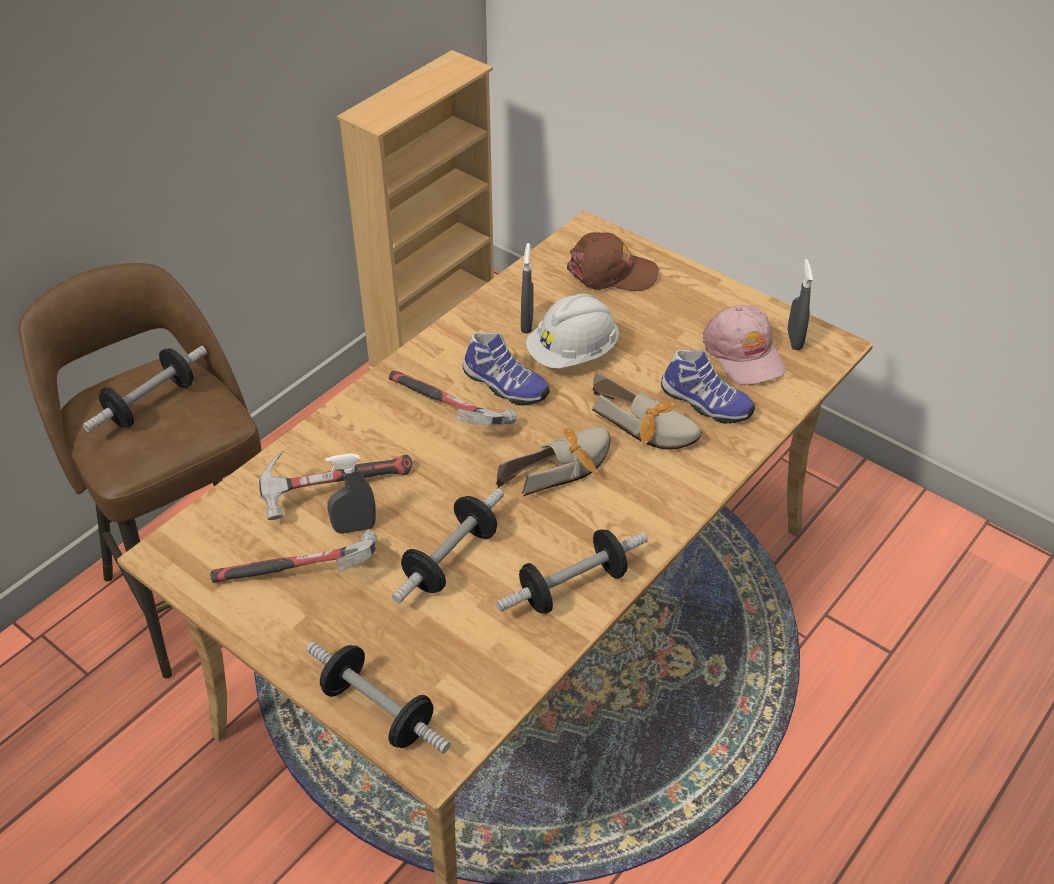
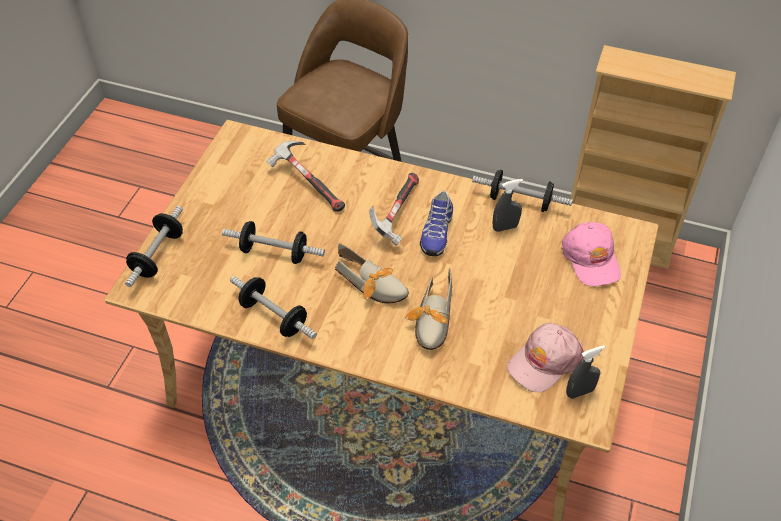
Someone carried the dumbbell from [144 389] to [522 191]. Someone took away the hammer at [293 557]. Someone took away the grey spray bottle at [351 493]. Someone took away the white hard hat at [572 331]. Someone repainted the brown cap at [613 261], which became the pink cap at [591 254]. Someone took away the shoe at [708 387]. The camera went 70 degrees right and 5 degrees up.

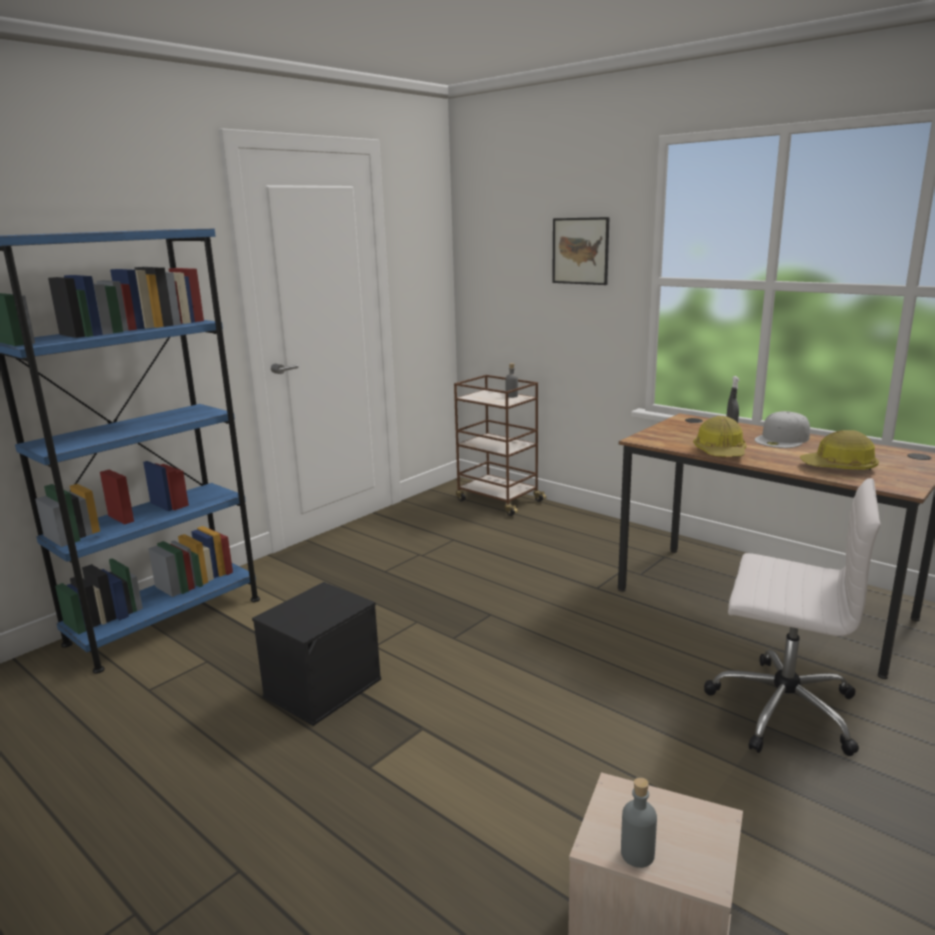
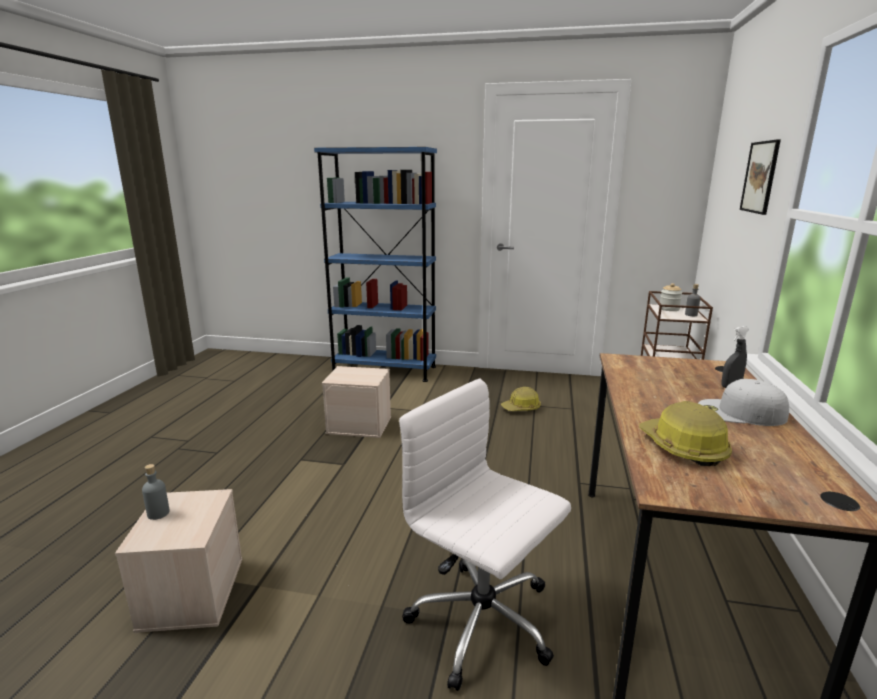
Someone repainted the black storage box at [316 654], which became the beige storage box at [356 402]. Someone carried the hard hat from [719 436] to [521 399]. Someone rotated the white office chair at [792 617] by 135 degrees clockwise. Someone put down the jar at [671 297]. The camera went 60 degrees right and 0 degrees up.

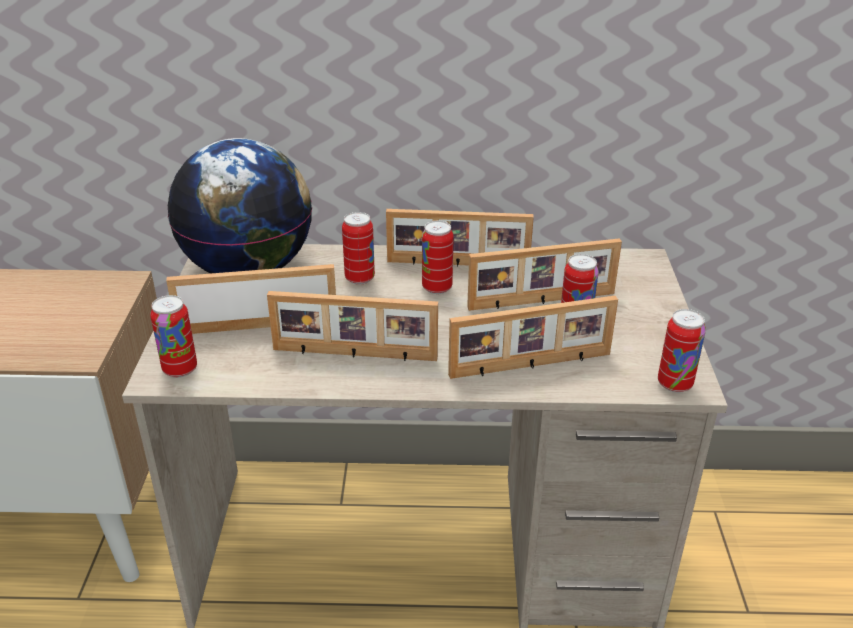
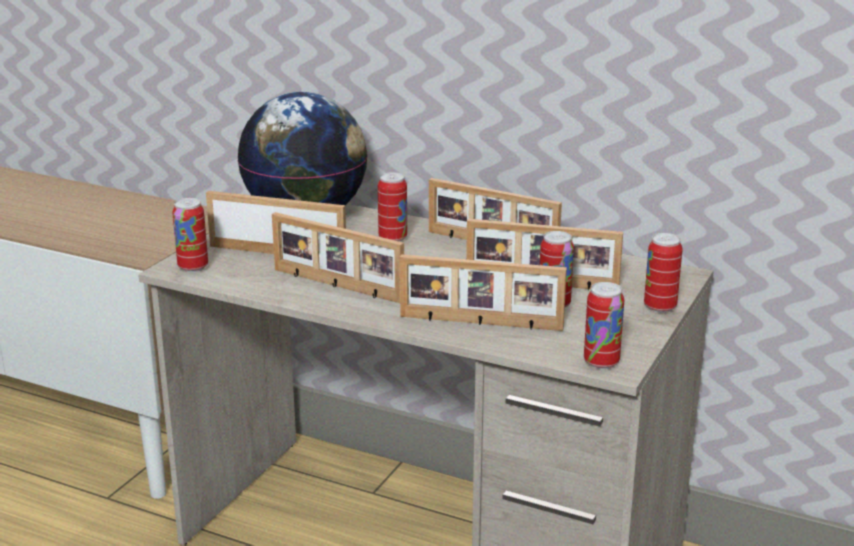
Someone carried the can from [438 257] to [663 273]. The camera went 25 degrees right and 10 degrees down.

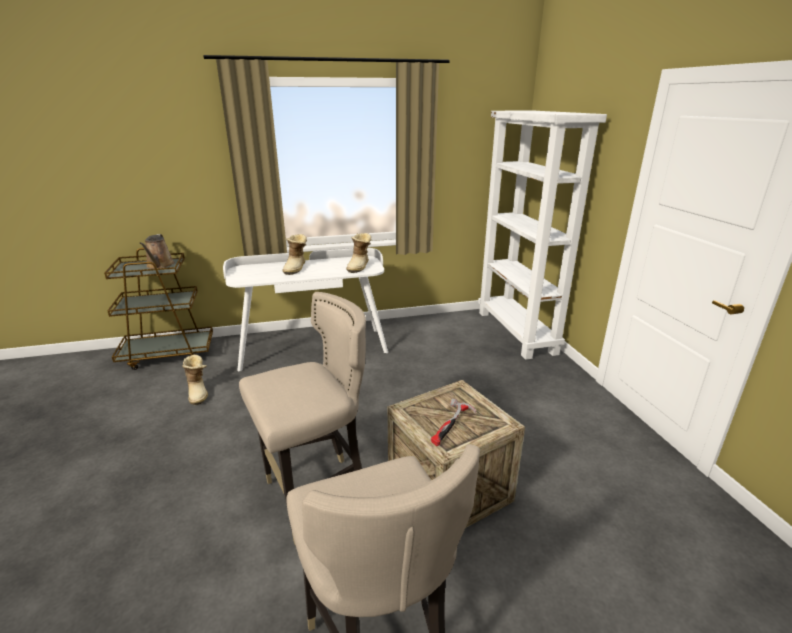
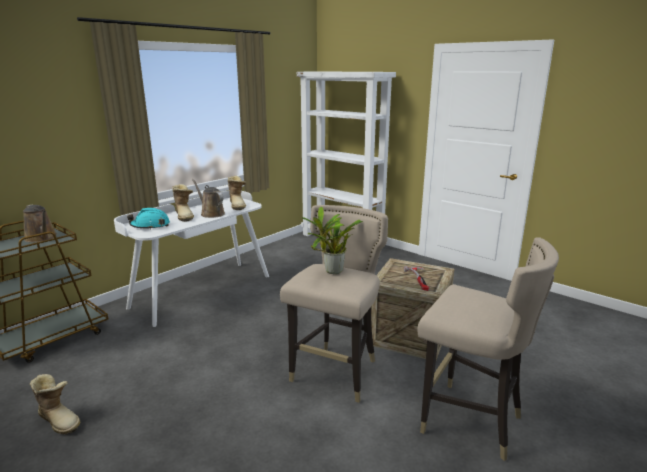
Someone carried the boot from [195 379] to [54 404]. Someone put down the turquoise hard hat at [148 219]. Someone put down the brown watering can at [208 198]. Someone put down the potted plant at [332 240]. The camera went 35 degrees left and 5 degrees down.

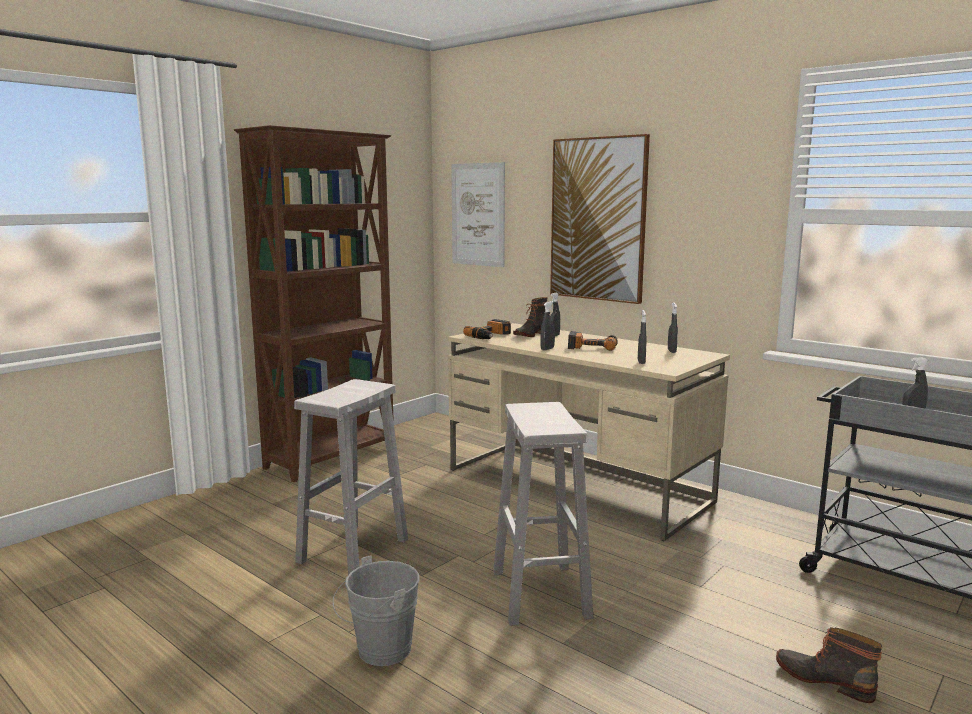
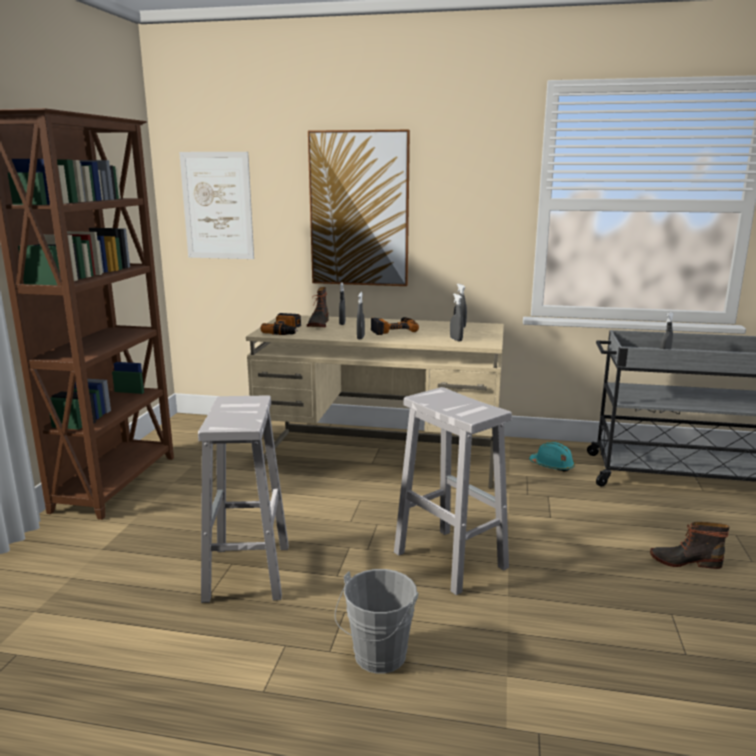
Someone put down the turquoise hard hat at [552 456]. The camera went 30 degrees left and 5 degrees up.

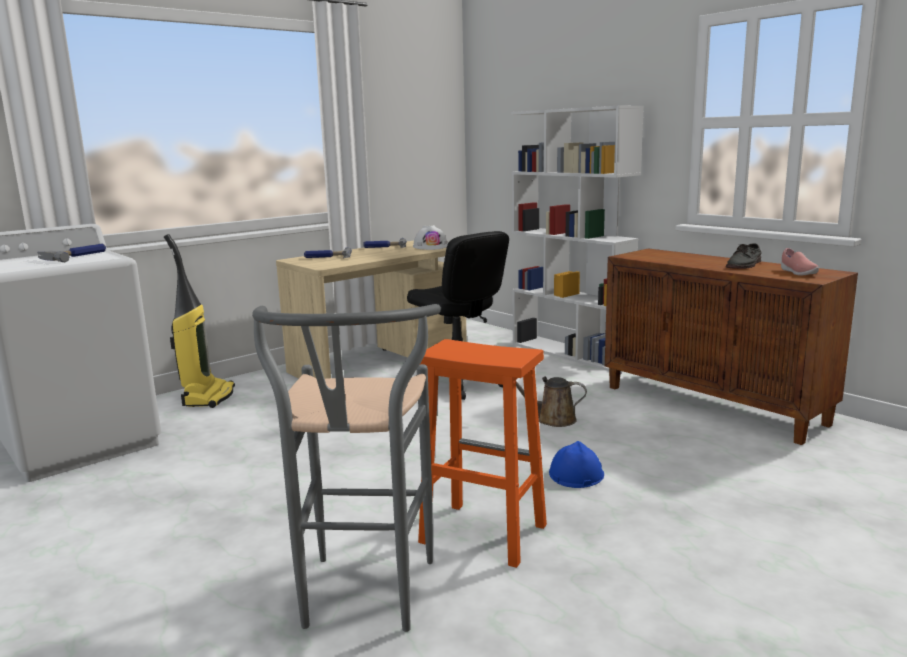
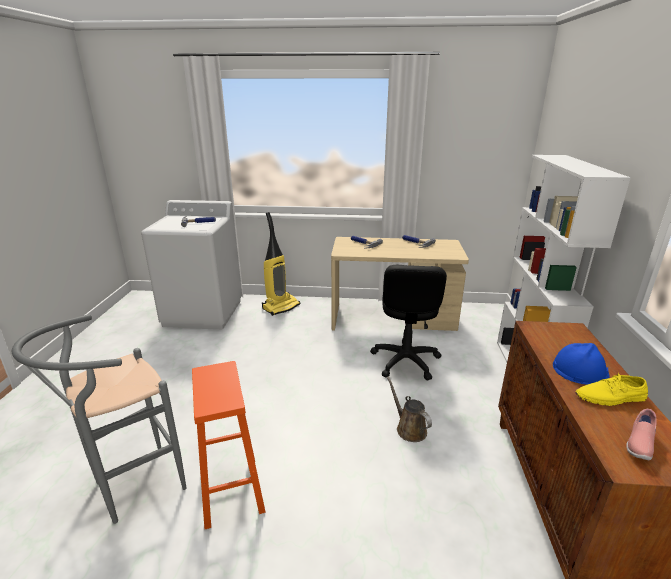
Someone took away the white hard hat at [430 237]. Someone carried the blue hard hat from [576 464] to [581 364]. Someone repainted the grey shoe at [743 256], which became the yellow shoe at [611 389]. The camera went 45 degrees right and 10 degrees up.

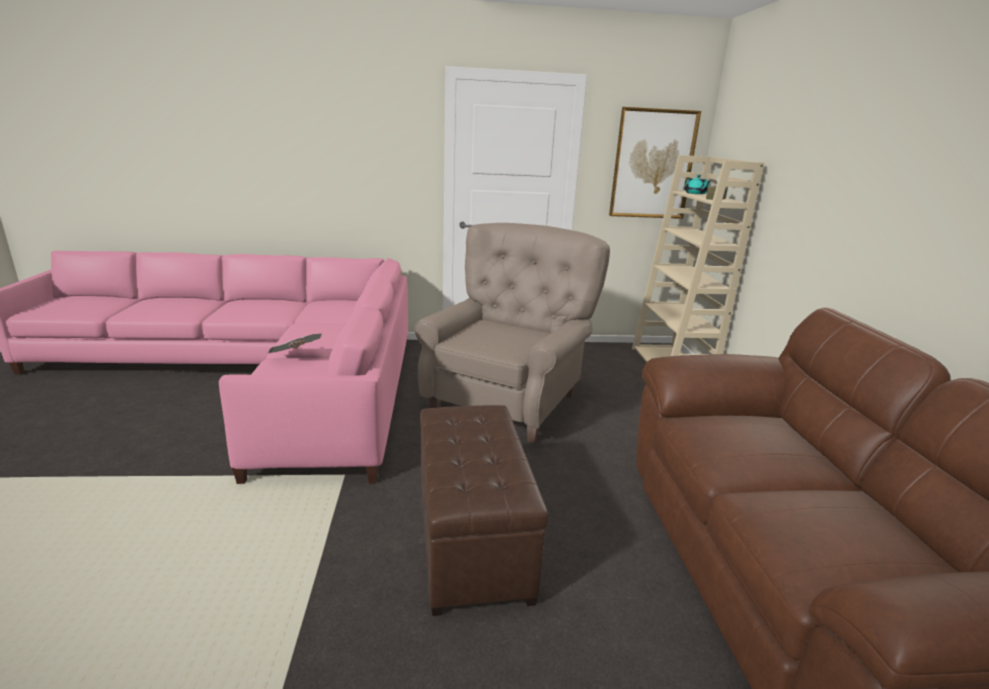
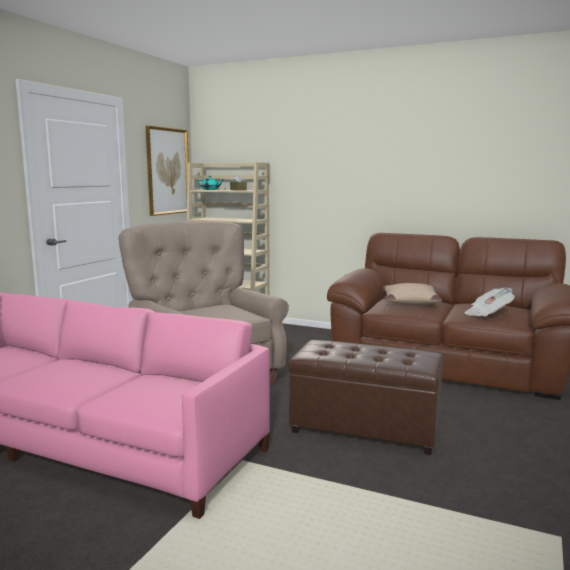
Someone carried the newspaper from [295 343] to [489 302]. Someone put down the beige pillow at [412 294]. The camera went 60 degrees left and 10 degrees down.

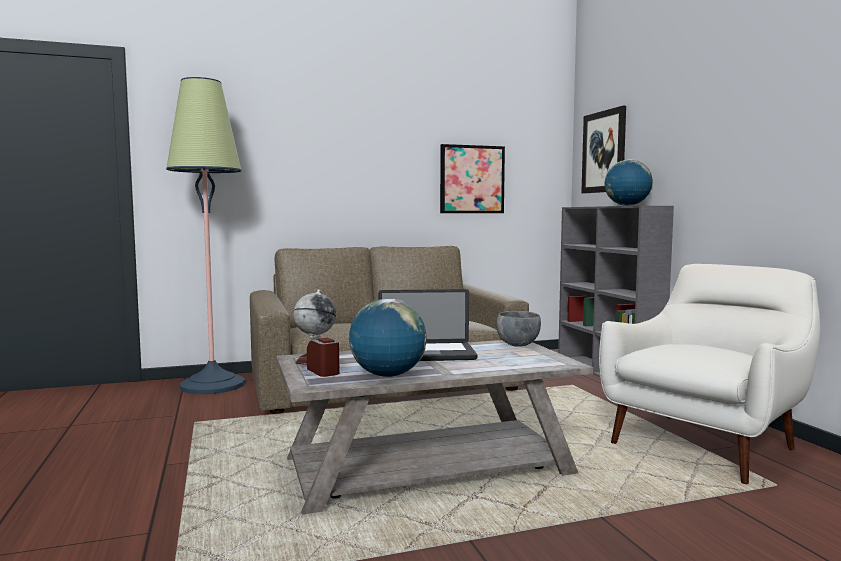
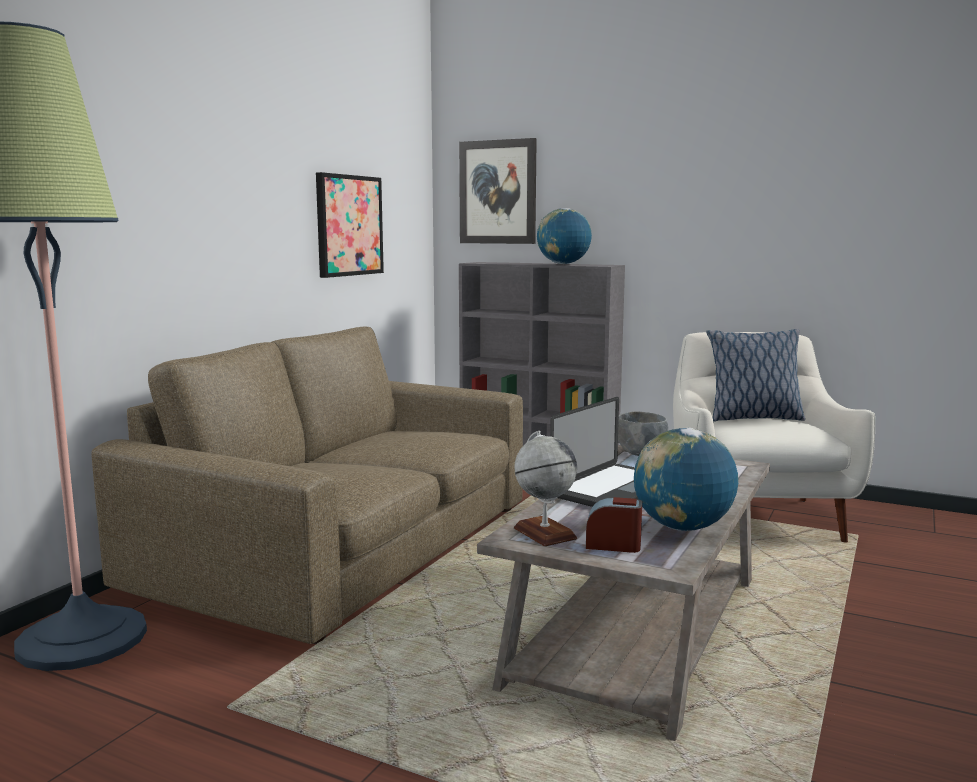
Someone put down the pillow at [755 375]. The camera went 45 degrees left and 5 degrees up.

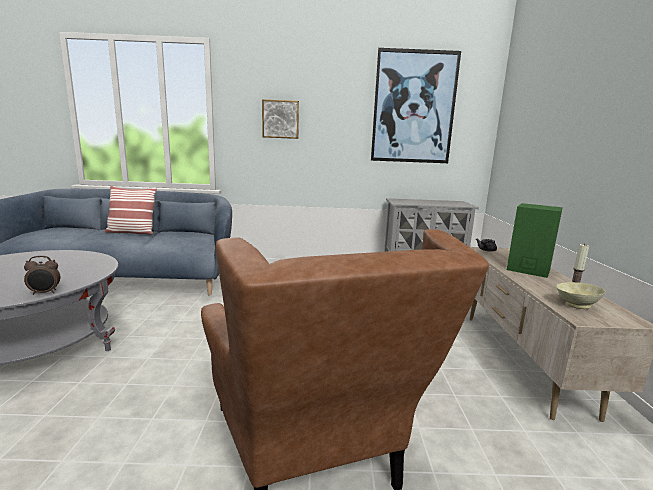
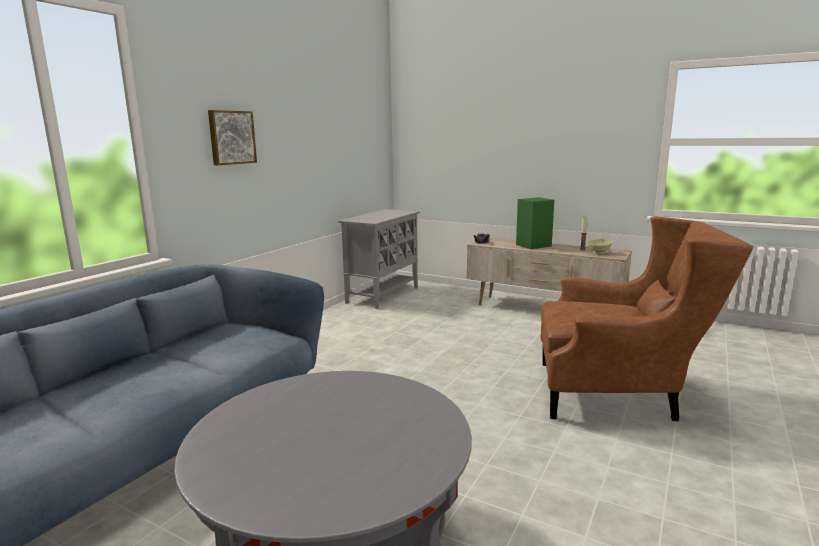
Someone took away the alarm clock at [42 275]. Someone took away the pillow at [131 210]. Someone took away the picture at [416 105]. The camera went 60 degrees left and 0 degrees up.

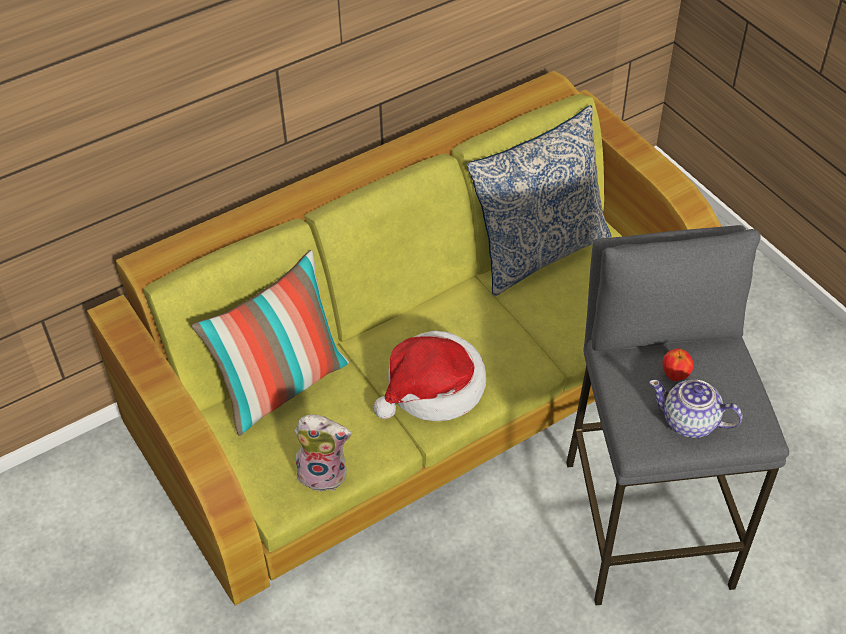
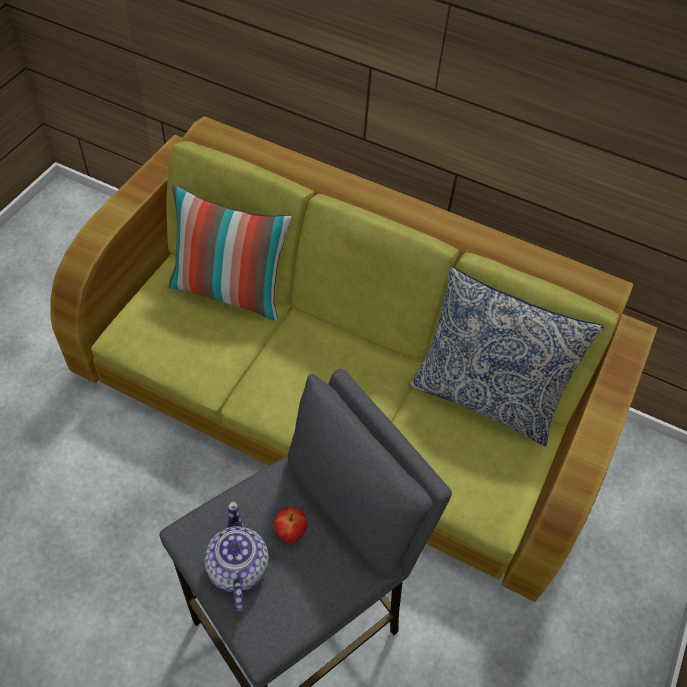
Someone took away the plush toy at [322 453]. Someone took away the hat at [430 376]. The camera went 55 degrees right and 5 degrees up.

